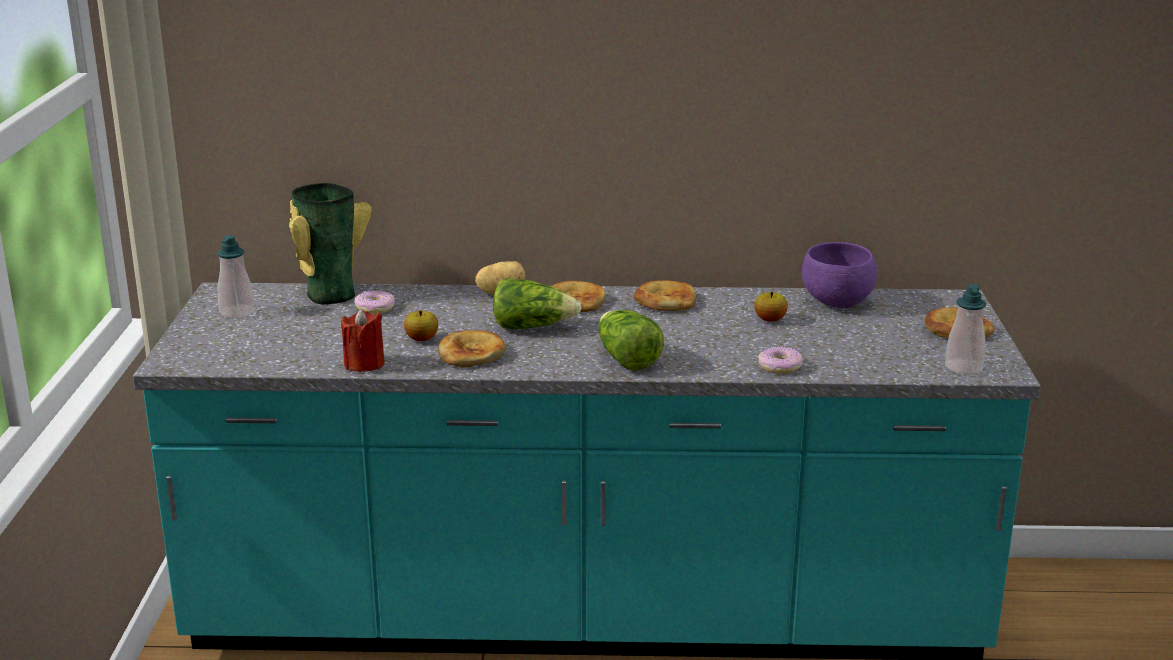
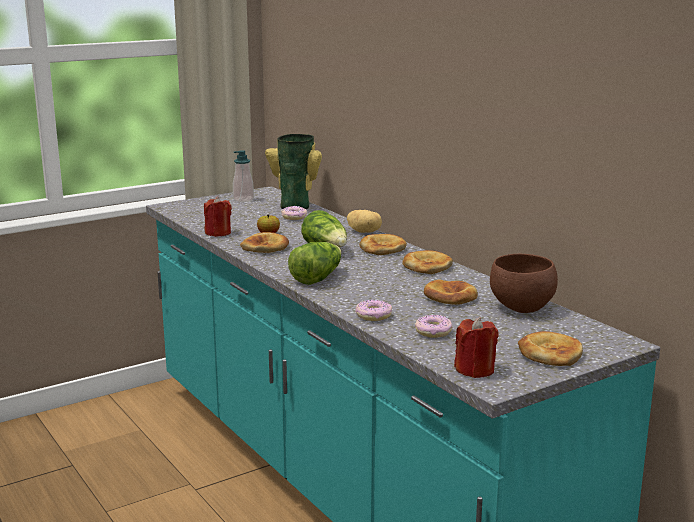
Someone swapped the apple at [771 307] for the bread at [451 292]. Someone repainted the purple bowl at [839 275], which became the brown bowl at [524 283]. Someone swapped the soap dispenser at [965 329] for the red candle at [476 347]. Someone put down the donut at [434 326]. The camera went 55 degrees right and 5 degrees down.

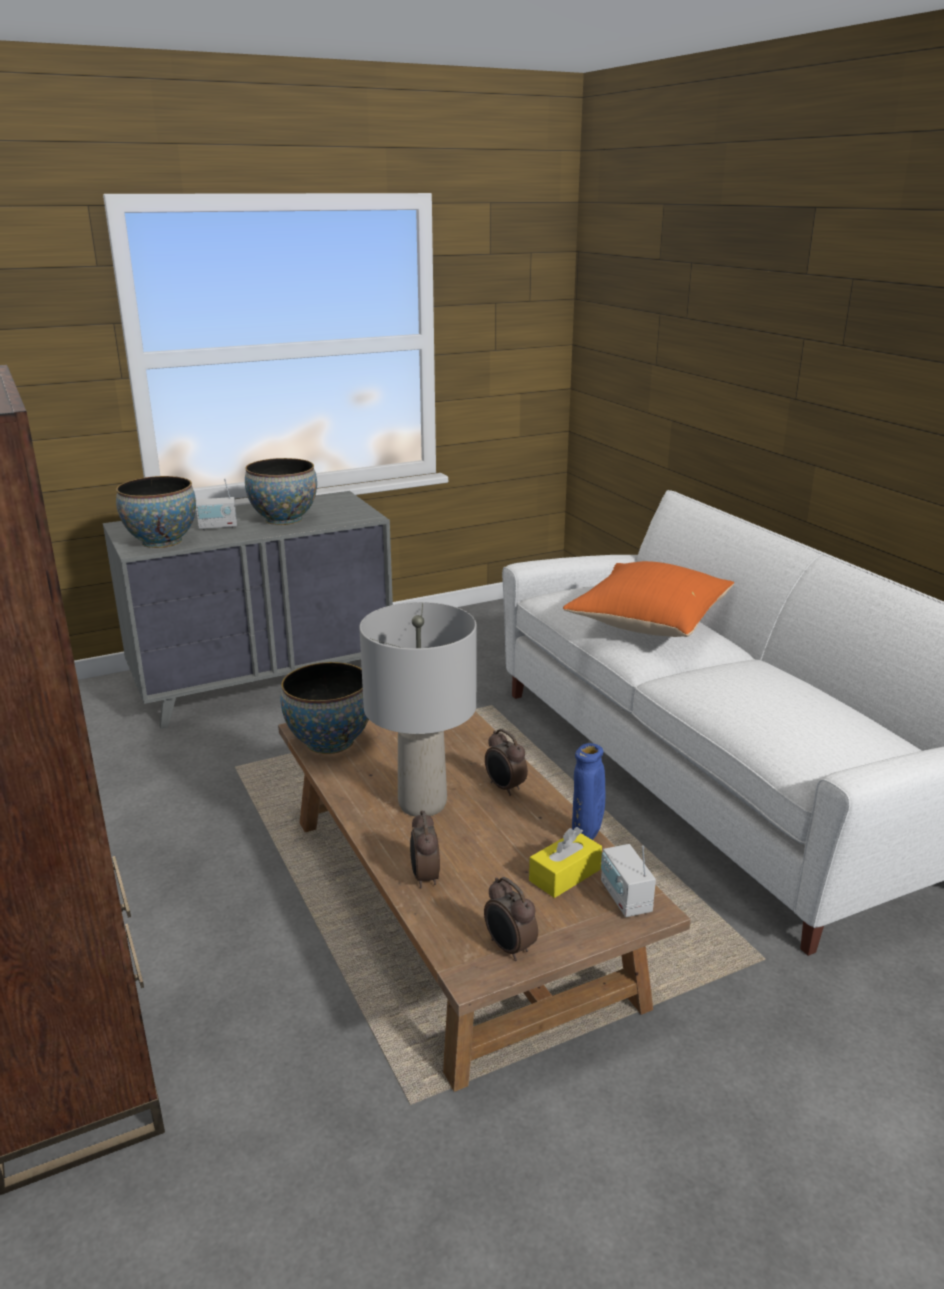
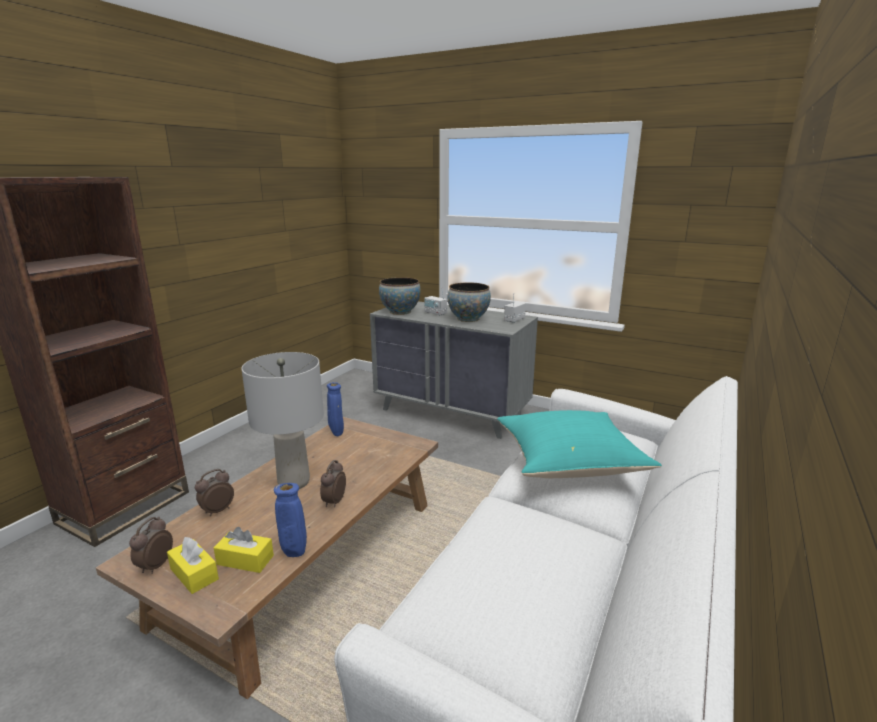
Someone swapped the bowl at [325 708] for the blue vase at [335 409]. Someone repainted the orange pillow at [648 599], which became the turquoise pillow at [579 444]. Someone carried the radio from [628 880] to [515 308]. Someone put down the yellow tissue box at [193 565]. The camera went 55 degrees right and 5 degrees down.

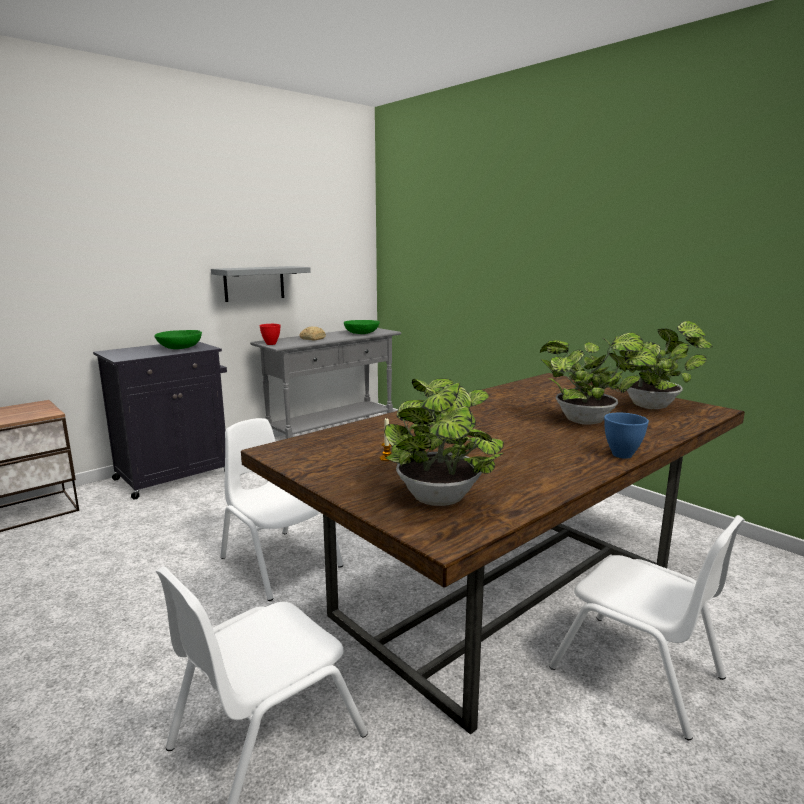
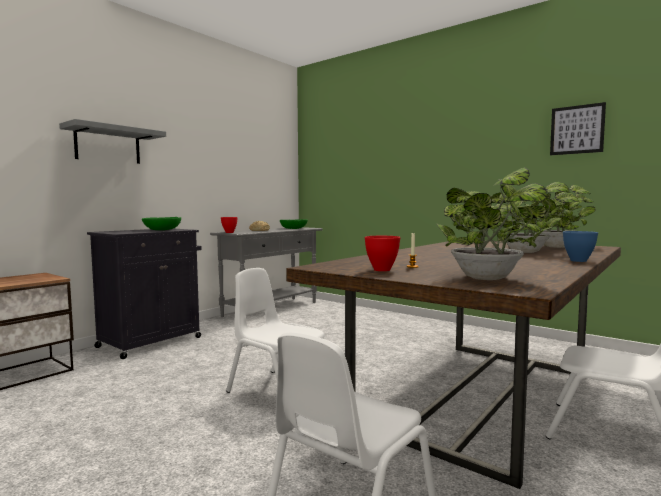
Someone carried the grey shelf from [261 284] to [112 141]. Someone put down the red bowl at [382 253]. Someone put up the picture at [578 128]. The camera went 10 degrees left and 10 degrees down.

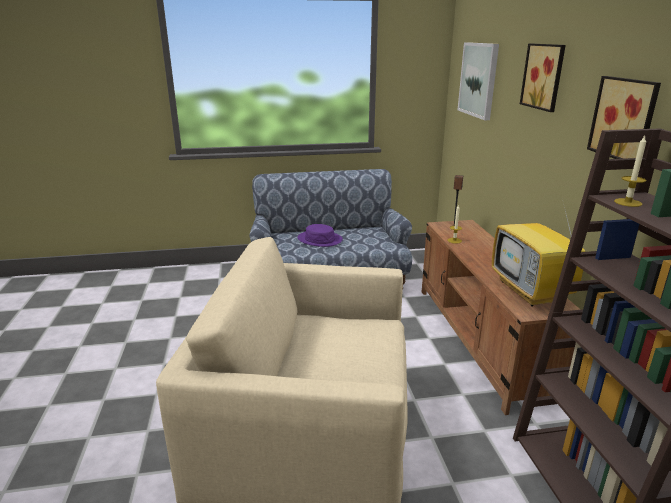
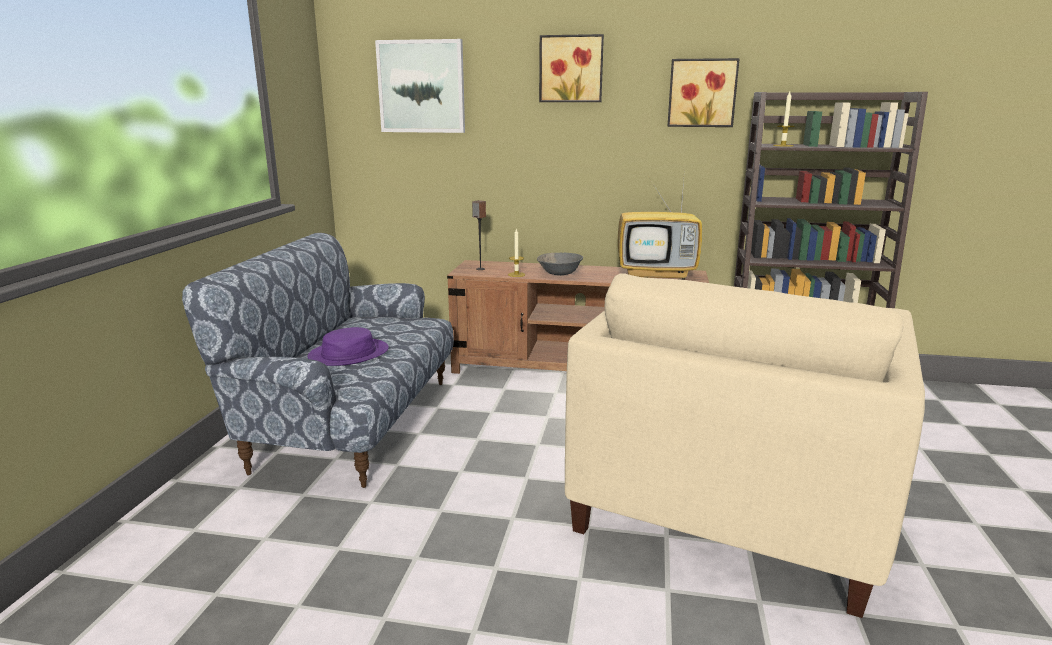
Someone put down the grey bowl at [560 264]. The camera went 70 degrees left and 5 degrees down.

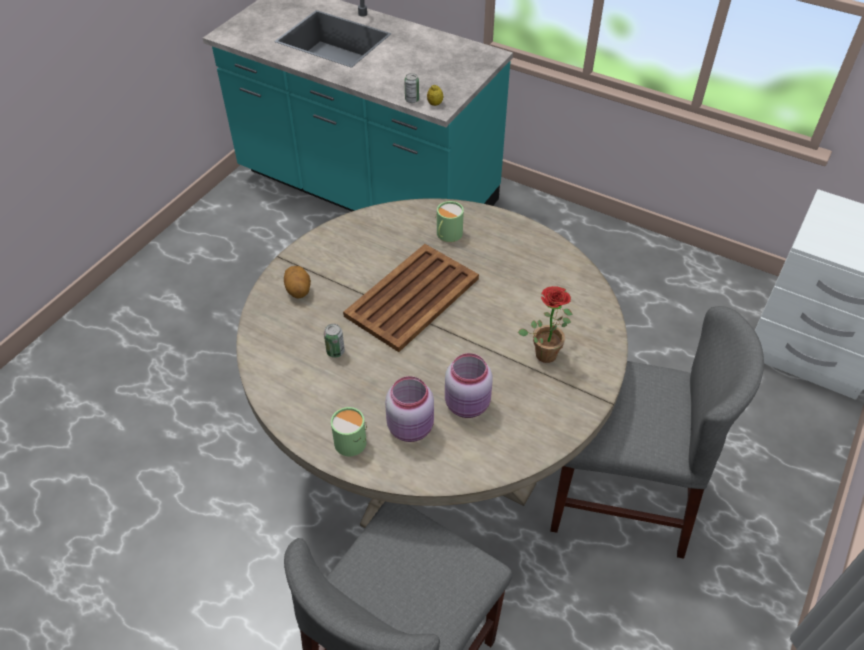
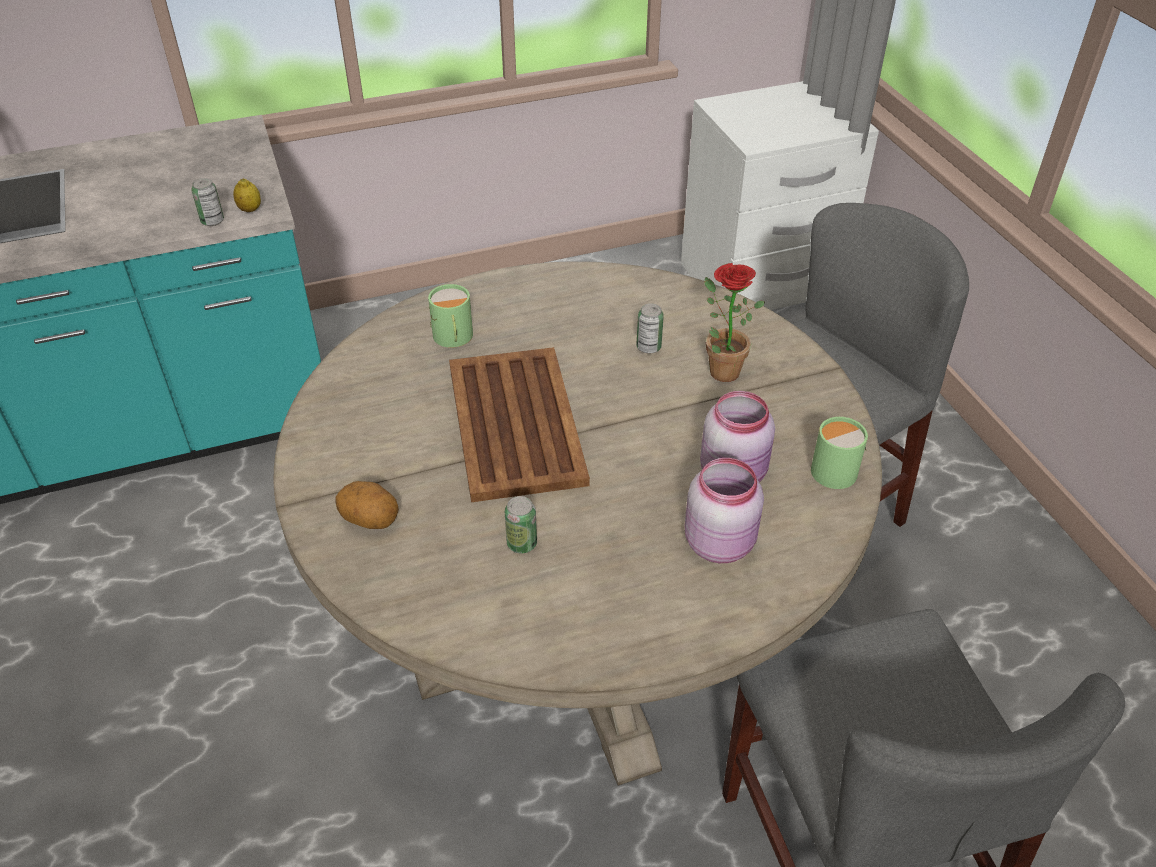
Someone carried the green mug from [349 432] to [839 453]. Someone put down the can at [650 328]. The camera went 50 degrees left and 5 degrees down.

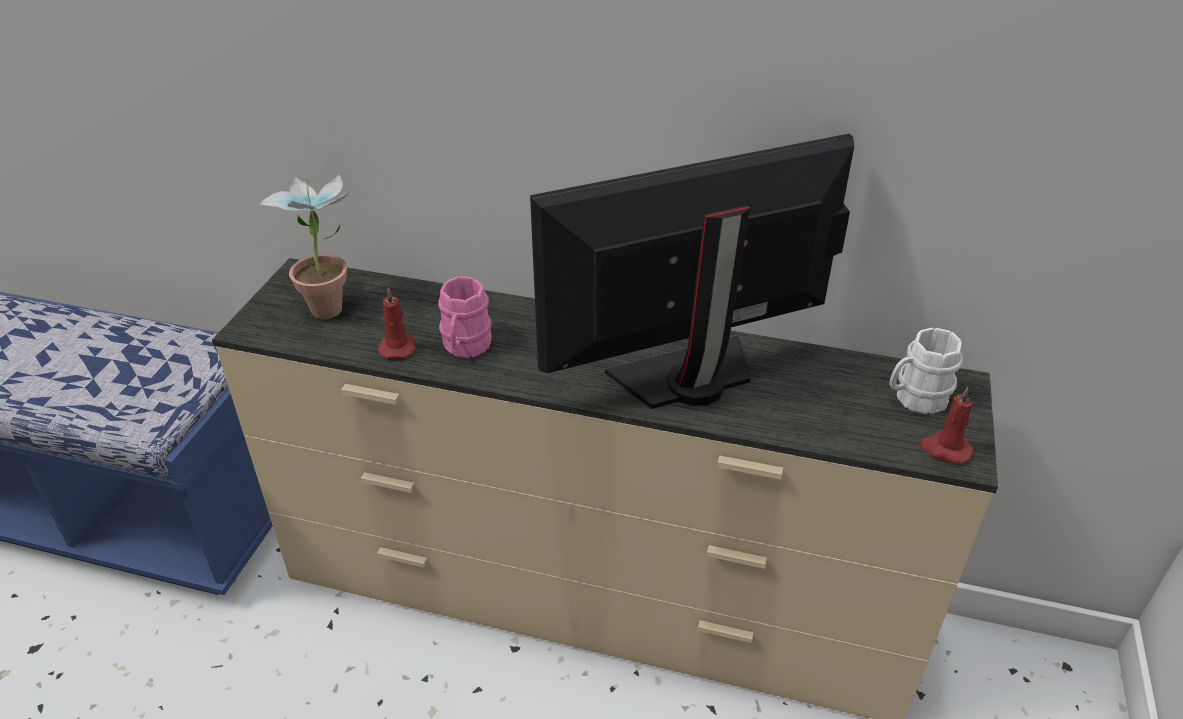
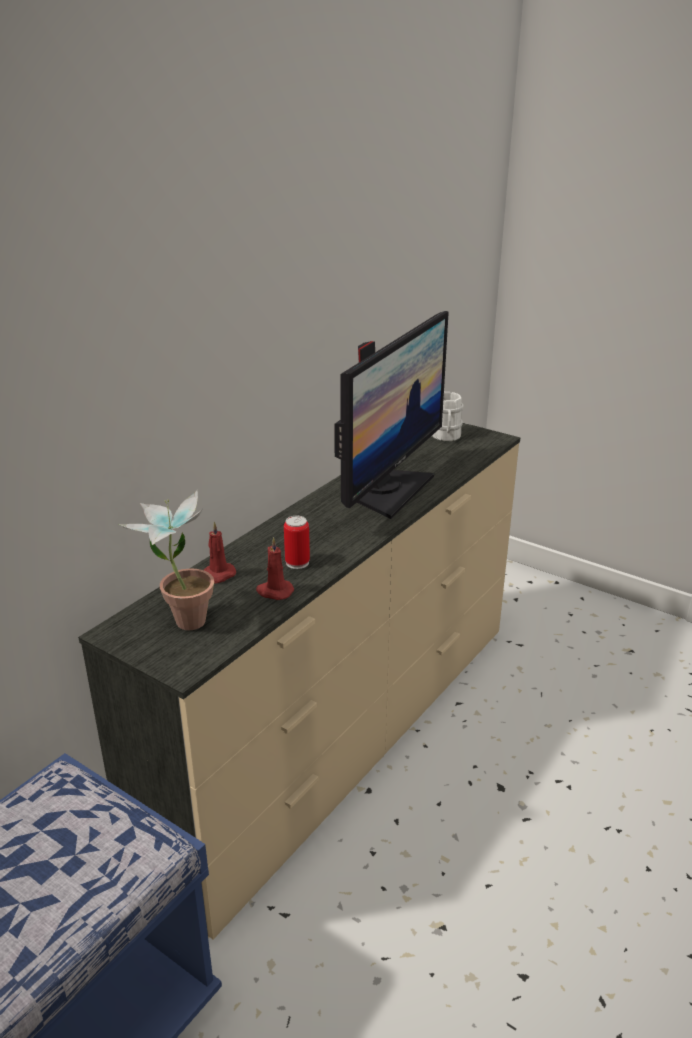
Someone swapped the pink mug at [465 317] for the can at [297 542]. Someone rotated the monitor at [692 271] by 150 degrees counterclockwise. Someone carried the red candle from [946 425] to [220 553]. The camera went 70 degrees left and 10 degrees down.

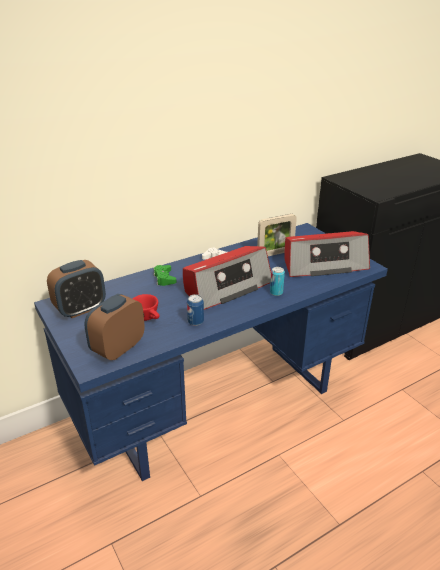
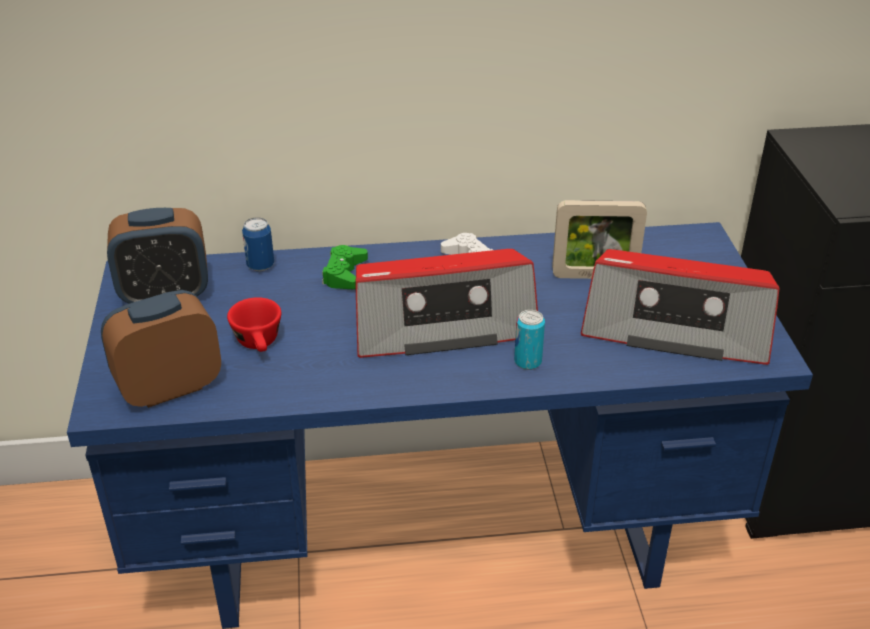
Someone carried the can from [195 310] to [258 244]. The camera went 25 degrees right and 5 degrees up.

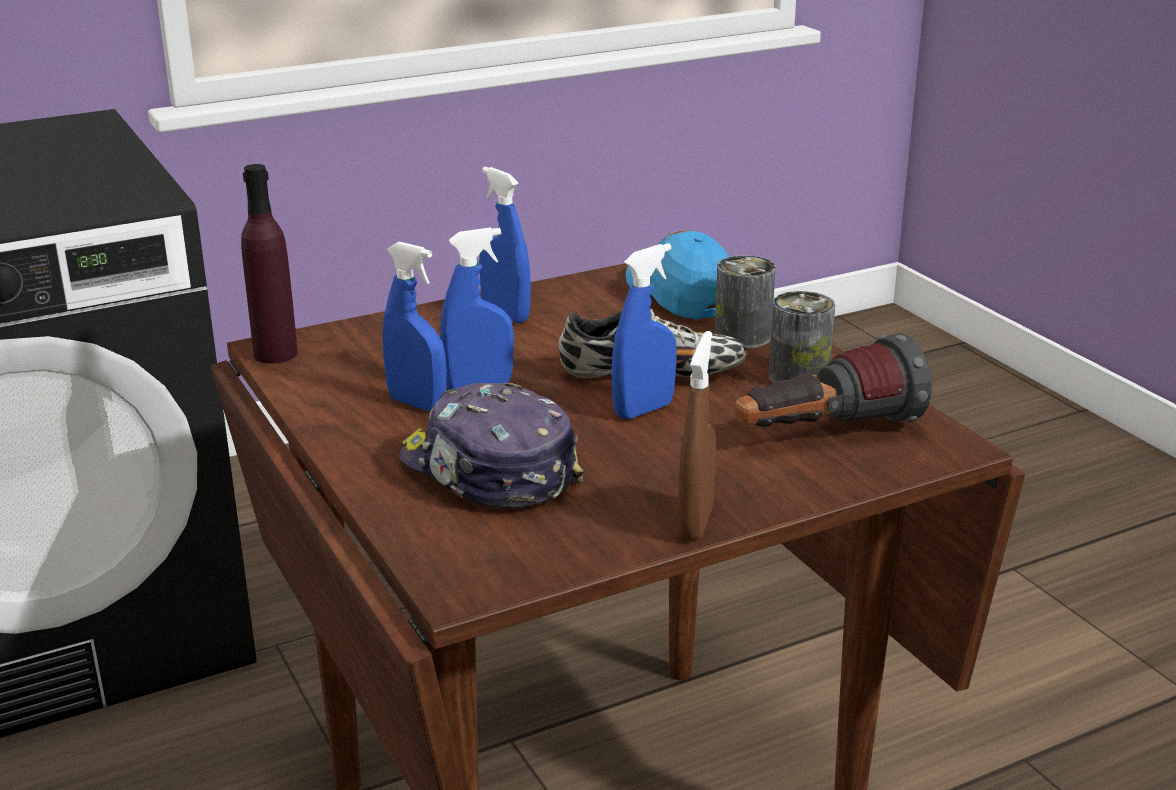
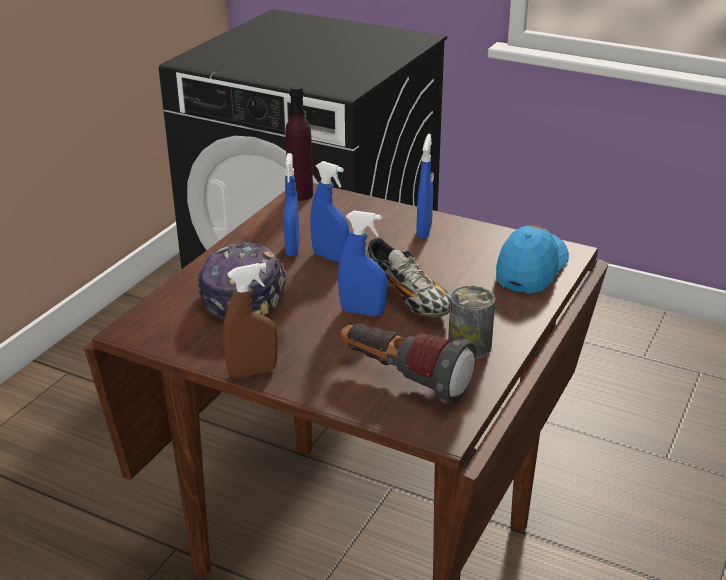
Someone took away the can at [745 302]. The camera went 55 degrees right and 5 degrees up.

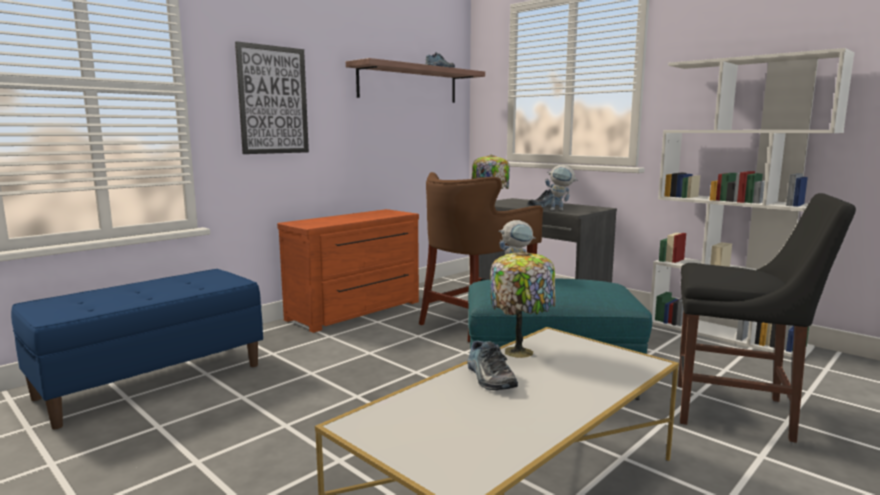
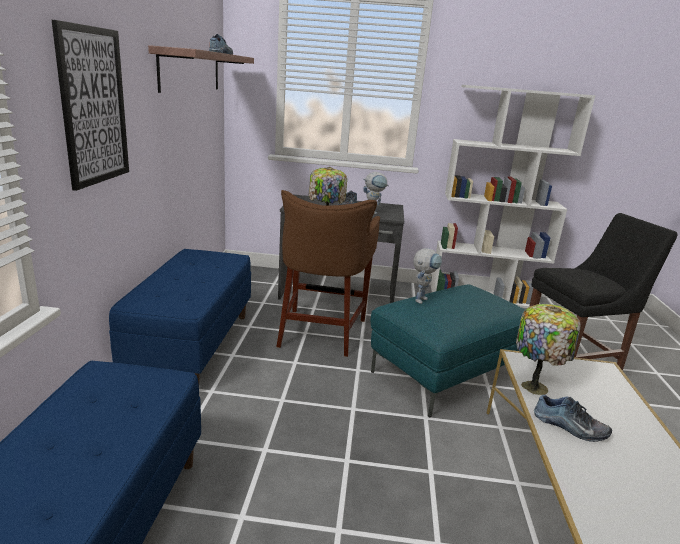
Someone swapped the brown dresser at [348 271] for the blue bench at [180 316]. The camera went 40 degrees left and 10 degrees up.

